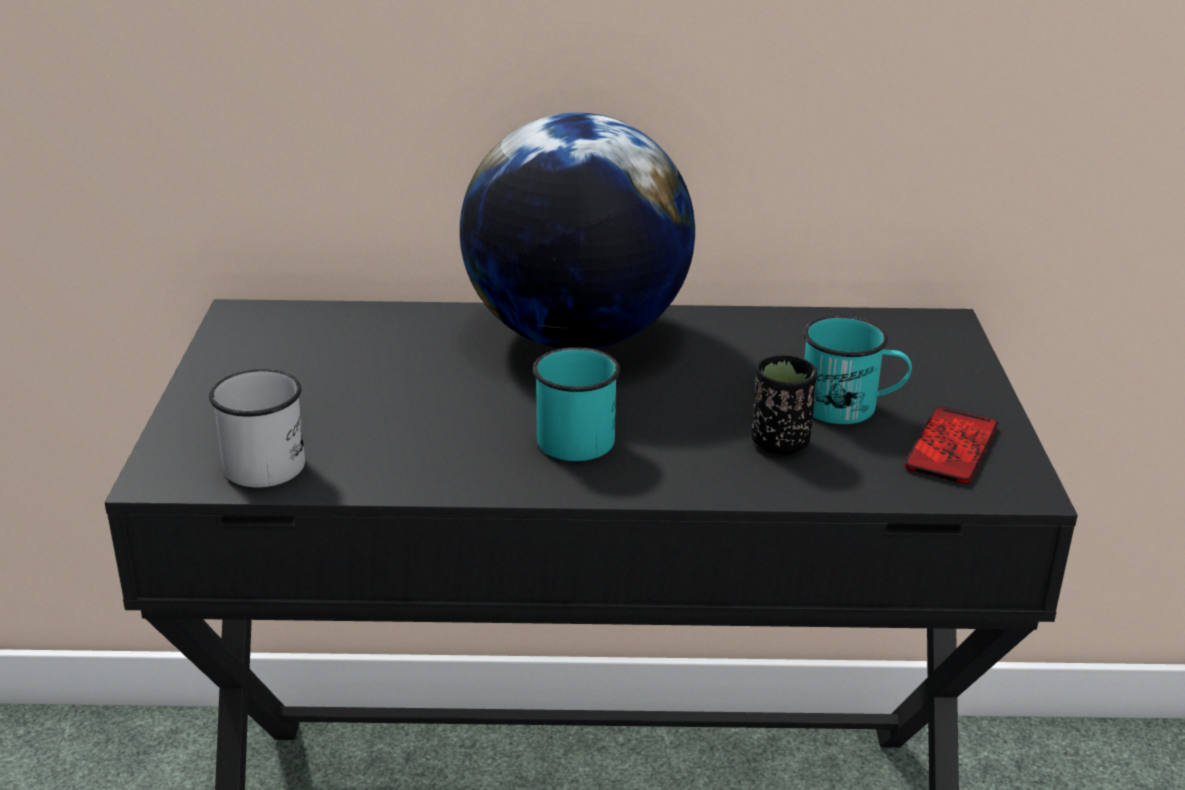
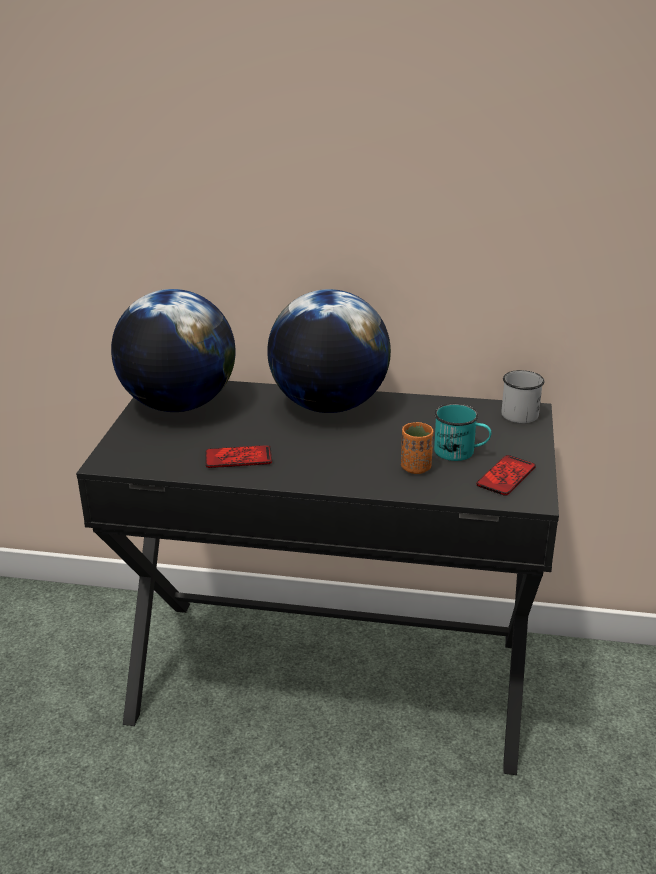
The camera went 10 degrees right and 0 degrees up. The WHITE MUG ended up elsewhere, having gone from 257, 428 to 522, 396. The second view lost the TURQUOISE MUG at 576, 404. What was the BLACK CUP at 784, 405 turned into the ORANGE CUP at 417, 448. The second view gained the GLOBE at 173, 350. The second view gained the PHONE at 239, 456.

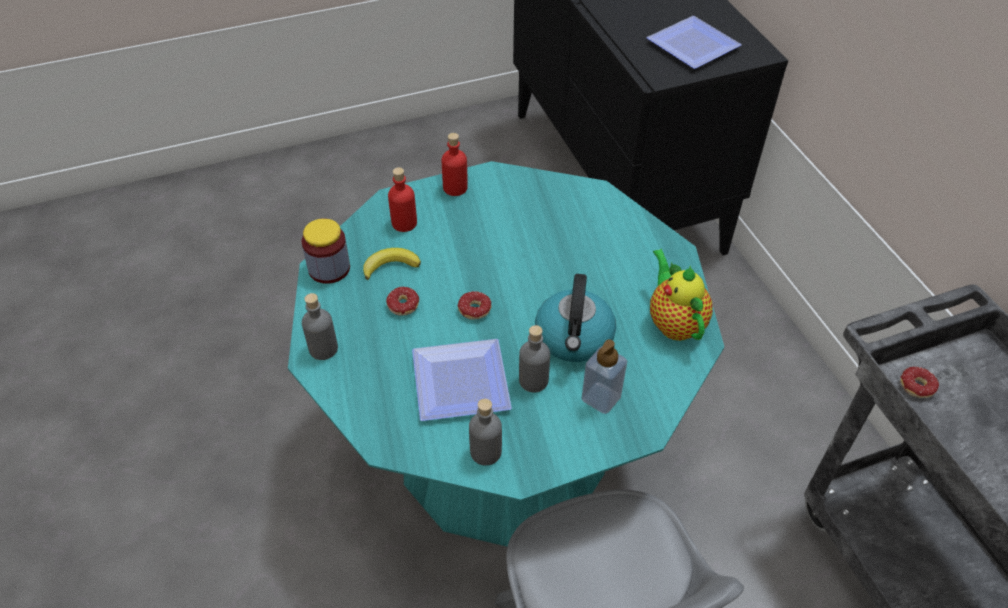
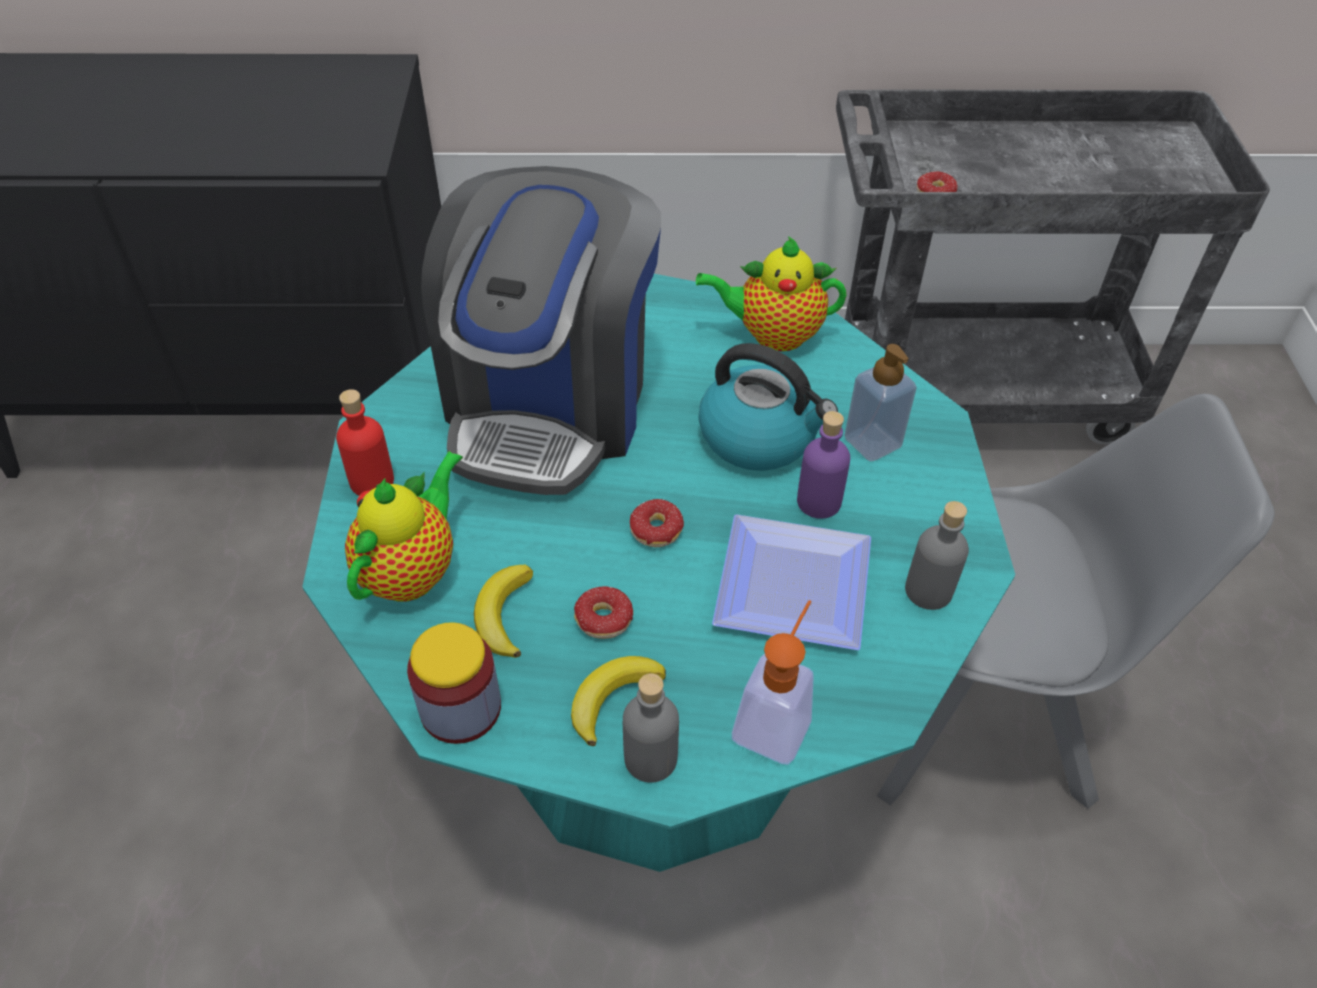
The camera went 70 degrees left and 0 degrees up. Where the RED BOTTLE stood at 402, 199, the TEAPOT came to stand at 404, 526. What was the GREY BOTTLE at 534, 358 turned into the PURPLE BOTTLE at 823, 465. The second view lost the PLATE at 694, 42. The second view gained the COFFEE MACHINE at 541, 330. The second view gained the BANANA at 618, 701. The second view gained the SOAP DISPENSER at 772, 682.

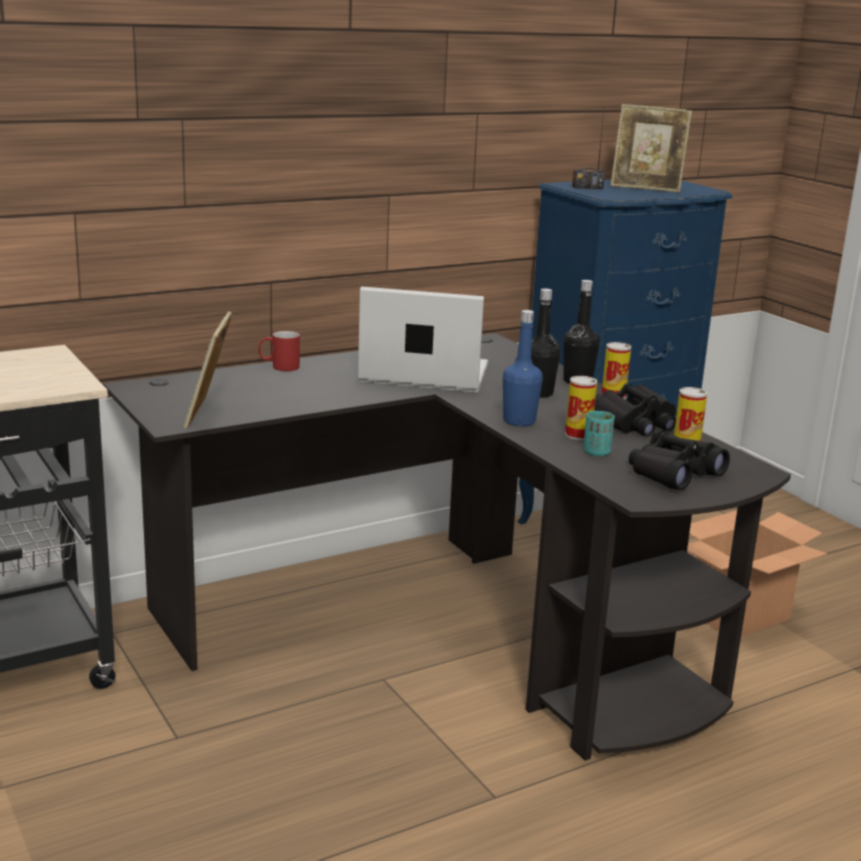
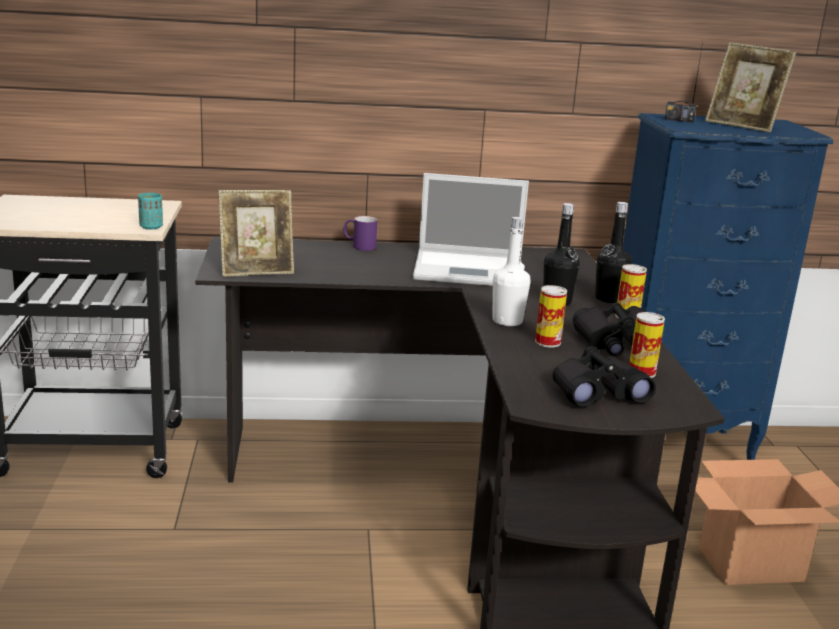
The camera went 25 degrees right and 0 degrees up. The PICTURE FRAME at 208, 370 ended up facing another way, 135 degrees counterclockwise from before. What was the RED MUG at 279, 351 turned into the PURPLE MUG at 360, 233. The LAPTOP at 423, 340 ended up facing another way, 150 degrees clockwise from before. What was the BLUE BOTTLE at 523, 368 turned into the WHITE BOTTLE at 511, 271. The TURQUOISE CUP ended up elsewhere, having gone from 599, 433 to 150, 211.

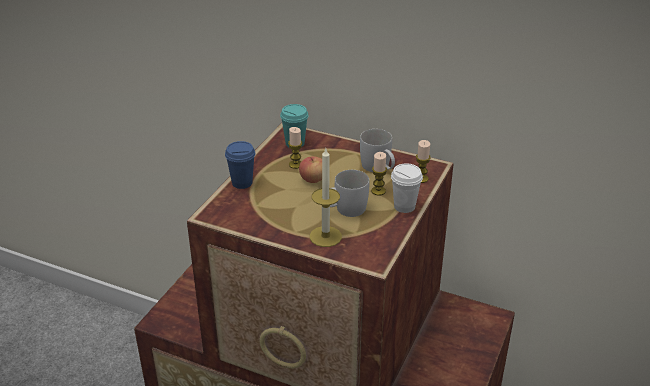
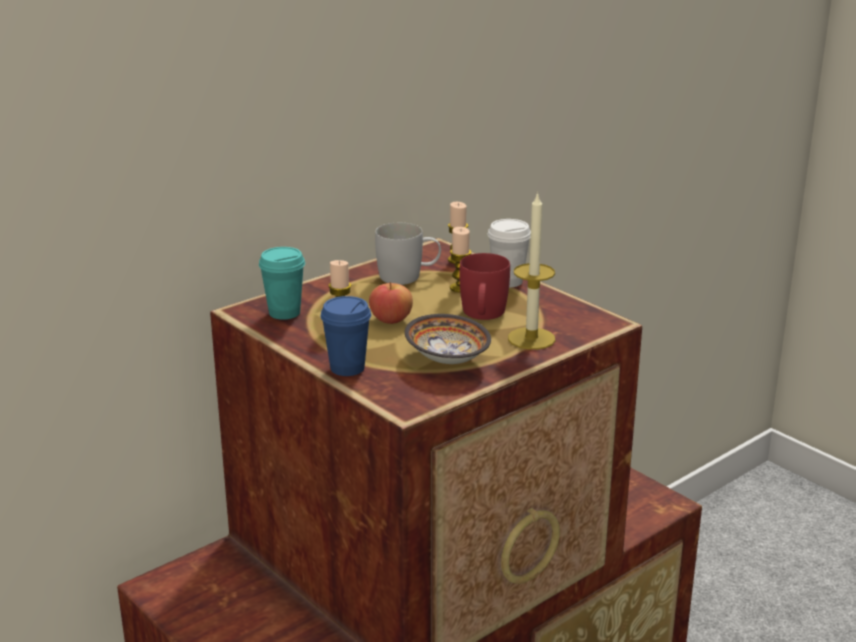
The camera went 65 degrees left and 10 degrees down. What was the WHITE MUG at 349, 193 turned into the RED MUG at 484, 286. The second view gained the BOWL at 448, 339.

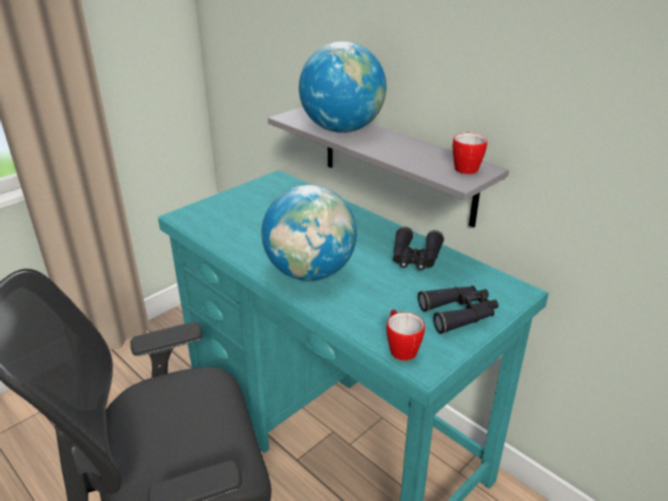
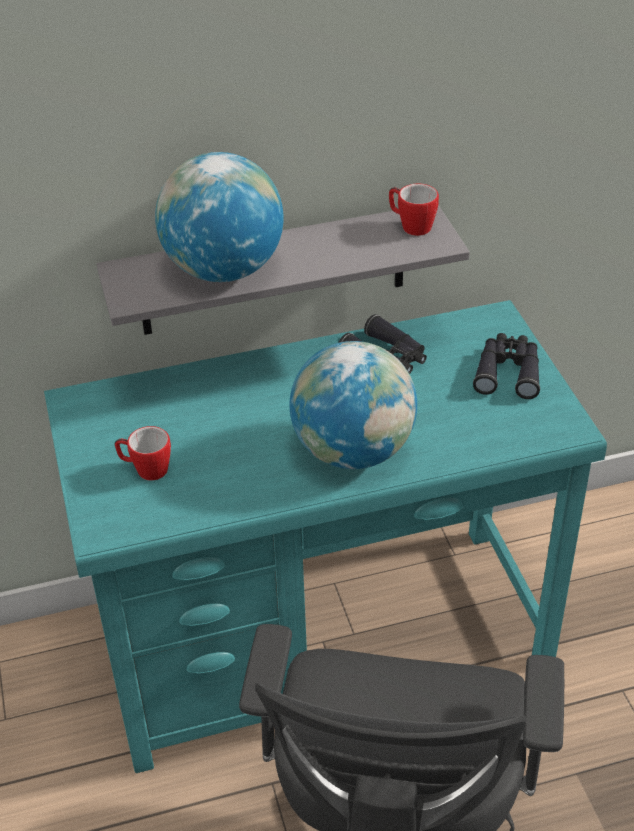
The camera went 60 degrees left and 10 degrees up. The MUG ended up elsewhere, having gone from 405, 335 to 143, 453.

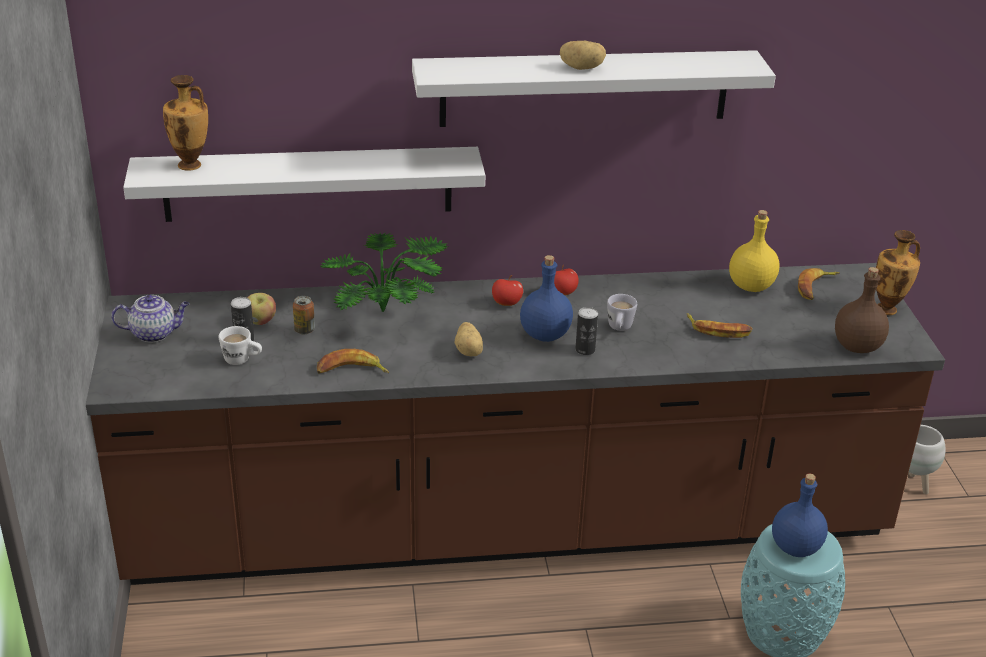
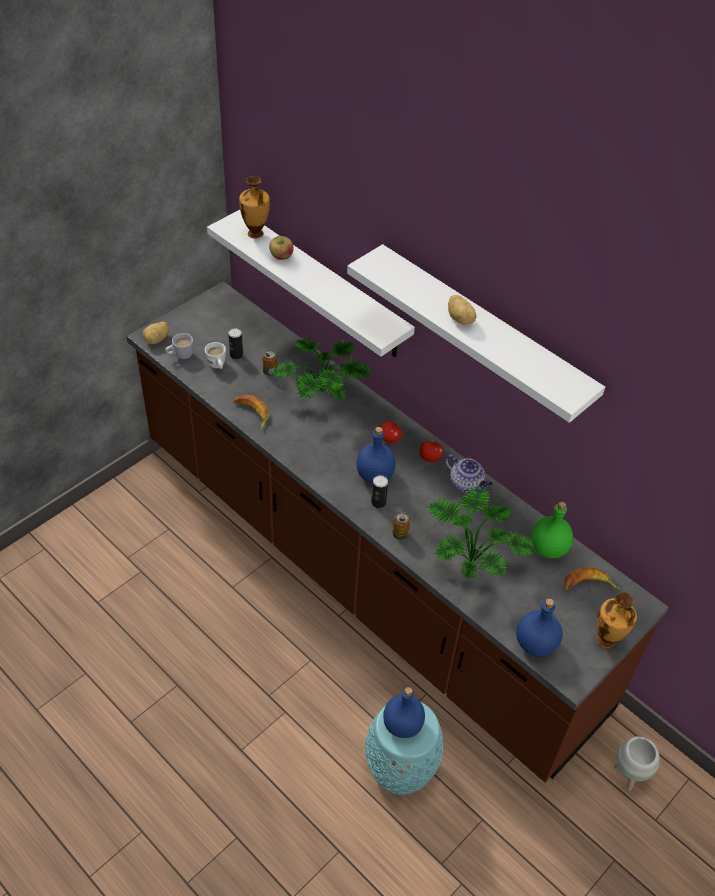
The camera went 50 degrees right and 15 degrees up. The TEAPOT ended up elsewhere, having gone from 150, 318 to 469, 474. The APPLE ended up elsewhere, having gone from 261, 309 to 281, 248. The POTATO ended up elsewhere, having gone from 469, 339 to 156, 333. The WHITE MUG ended up elsewhere, having gone from 622, 312 to 179, 346. Where the BANANA stood at 719, 325, the POTTED PLANT came to stand at 481, 533. What was the YELLOW BOTTLE at 754, 251 turned into the GREEN BOTTLE at 552, 529. What was the BROWN BOTTLE at 862, 310 turned into the BLUE BOTTLE at 539, 627. The second view gained the CAN at 401, 526.

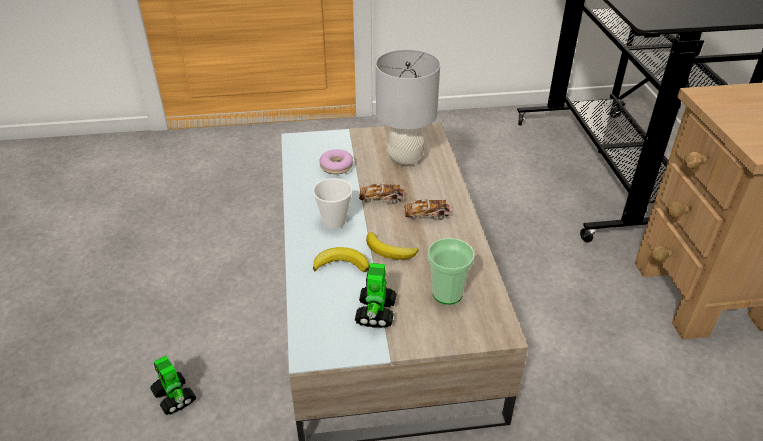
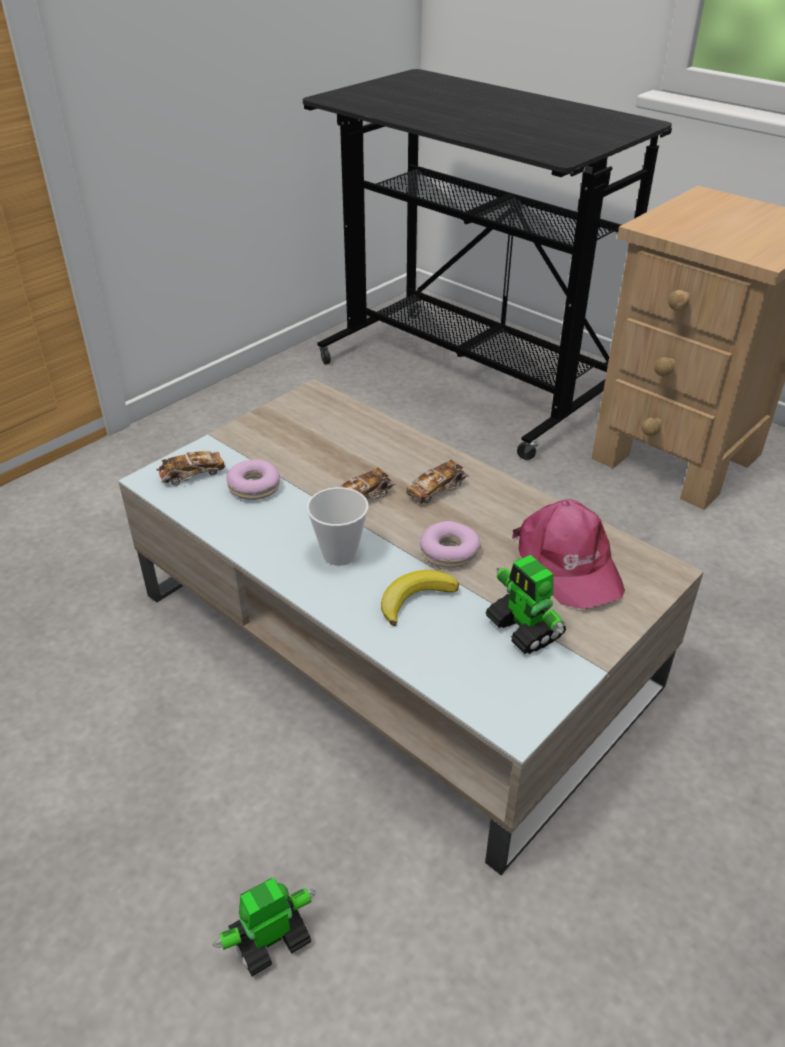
The camera went 40 degrees left and 0 degrees up. The TOY ROBOT at 173, 385 ended up facing another way, 135 degrees clockwise from before. Where the BANANA stood at 392, 246, the DONUT came to stand at 450, 544. The second view lost the GREY TABLE LAMP at 408, 107. Where the CUP stood at 451, 271, the PINK CAP came to stand at 568, 554. The second view gained the TOY CAR at 190, 468.

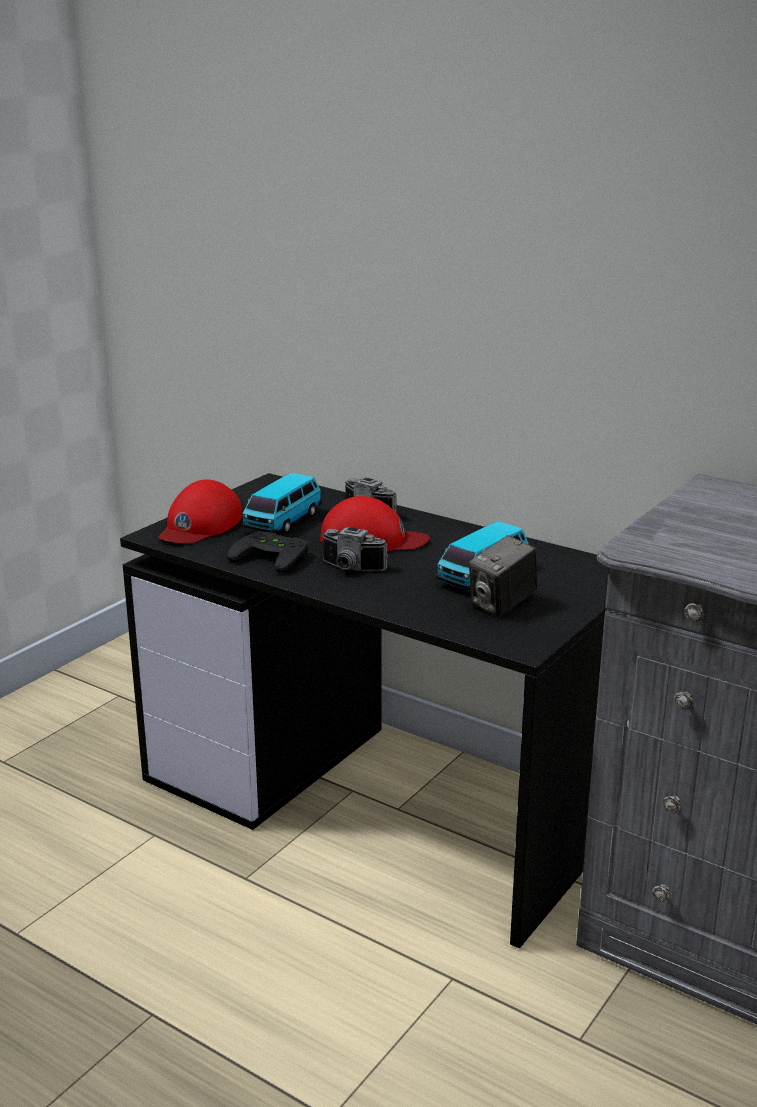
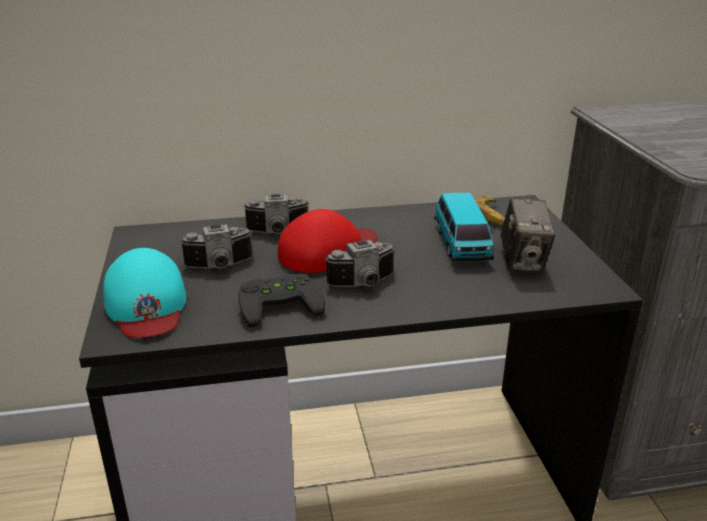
The camera went 45 degrees left and 5 degrees up. What was the RED CAP at 200, 511 turned into the TURQUOISE CAP at 144, 293. Where the TOY CAR stood at 281, 503, the PHOTO CAMERA came to stand at 216, 246. The second view gained the BANANA at 489, 210.

